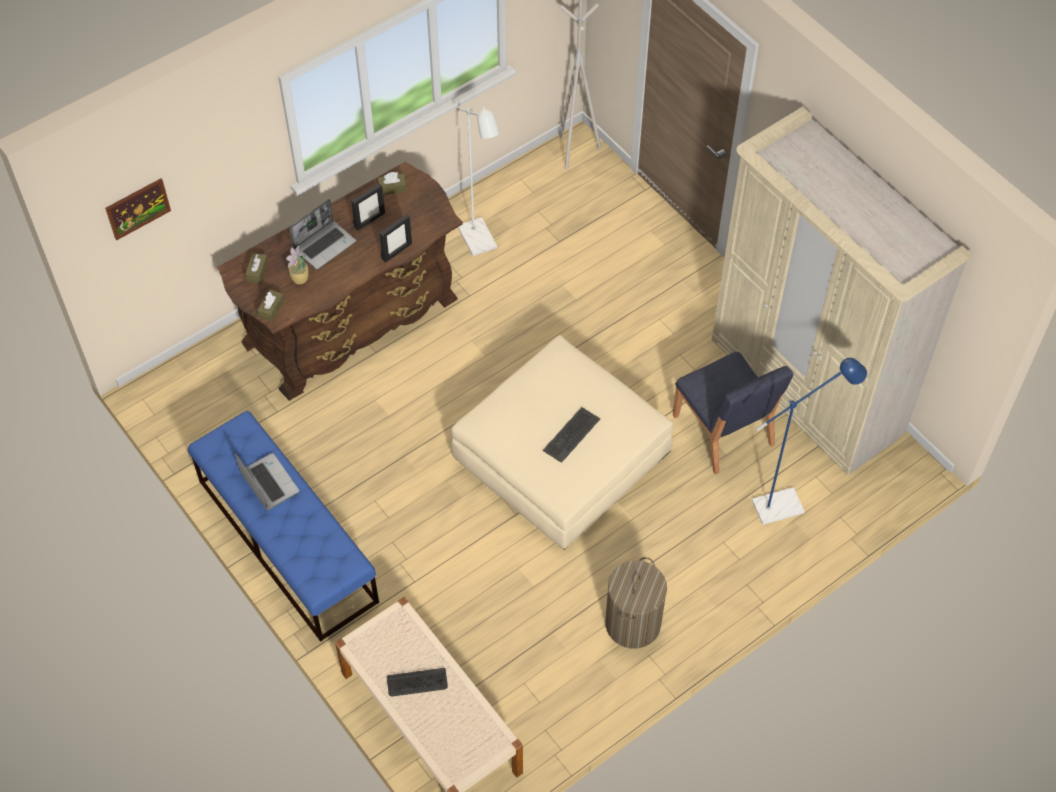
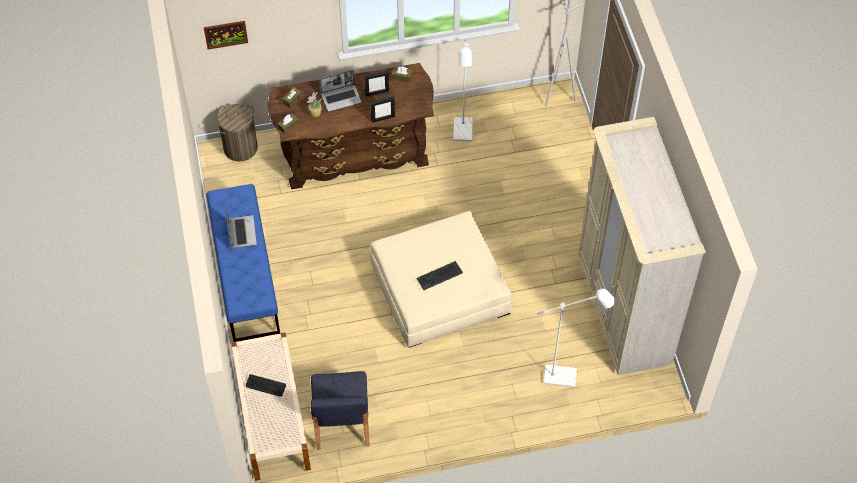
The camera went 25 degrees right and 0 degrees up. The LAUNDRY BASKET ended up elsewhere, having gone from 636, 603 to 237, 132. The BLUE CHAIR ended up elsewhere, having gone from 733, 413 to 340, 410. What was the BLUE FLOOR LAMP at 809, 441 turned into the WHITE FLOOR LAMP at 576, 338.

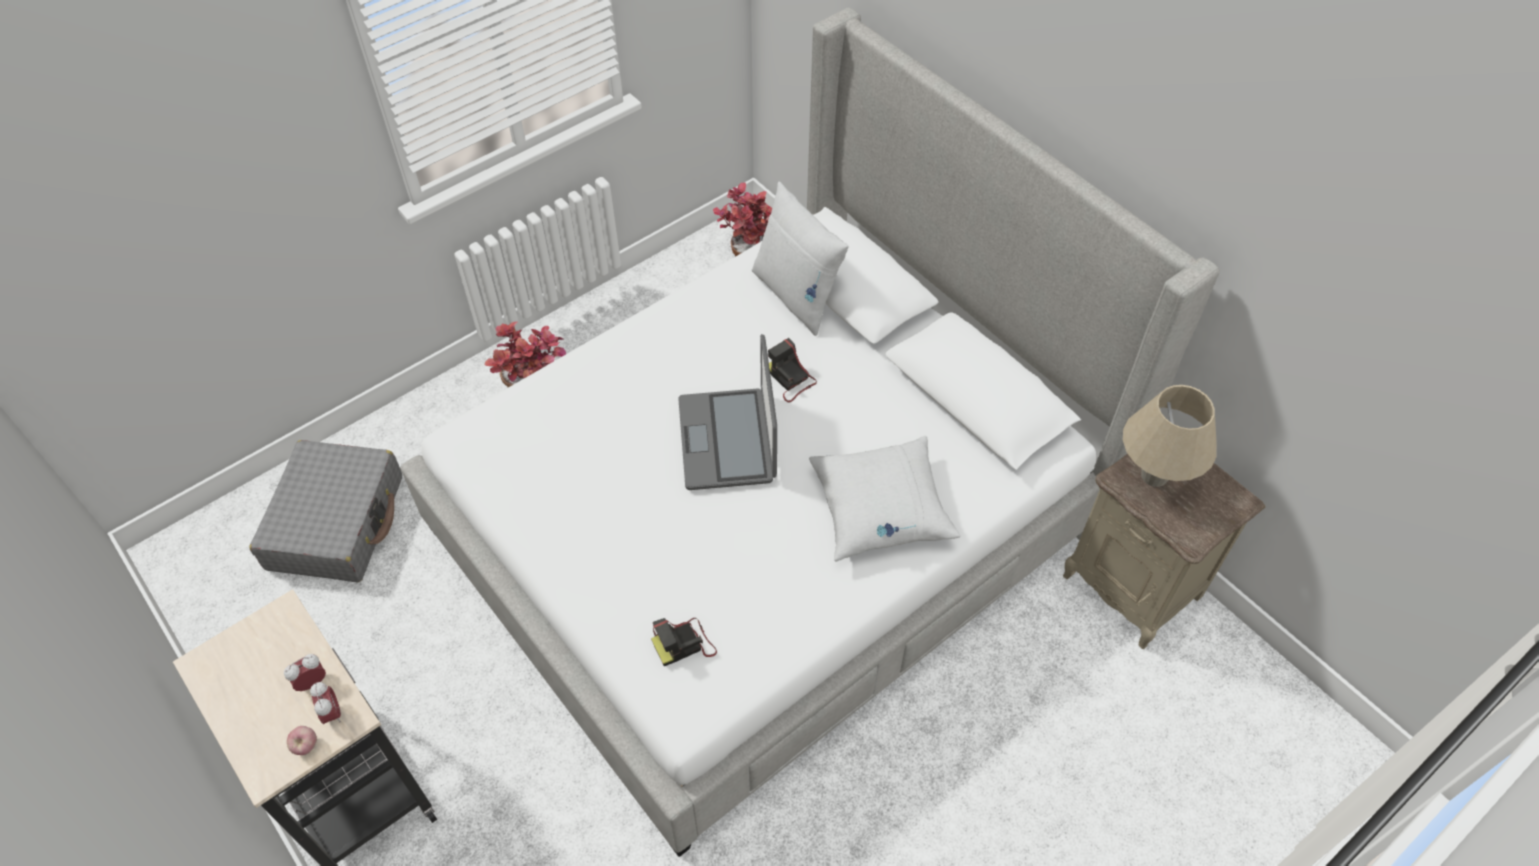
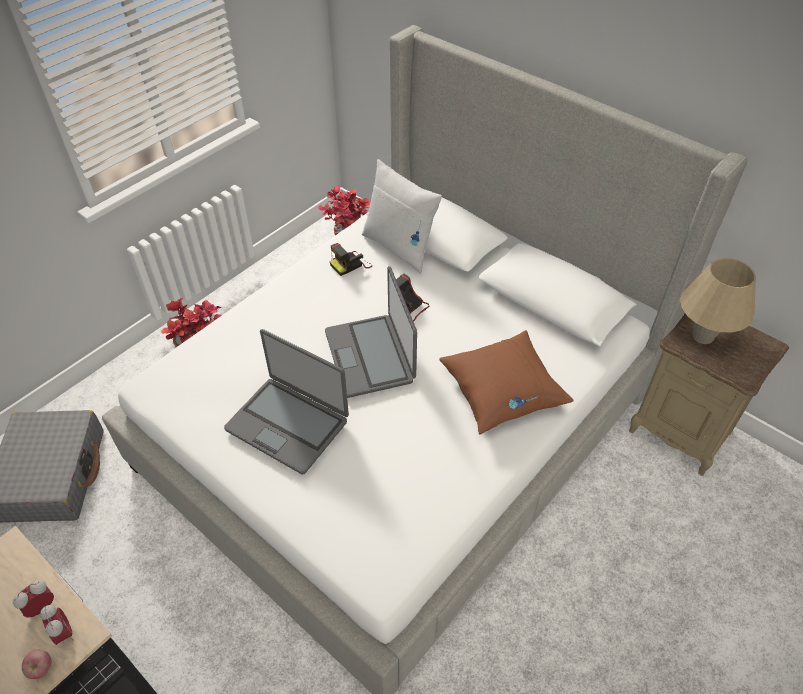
The camera went 10 degrees left and 5 degrees down. The PHOTO CAMERA ended up elsewhere, having gone from 684, 642 to 351, 259. What was the GREY PILLOW at 884, 499 turned into the BROWN PILLOW at 506, 382. The second view gained the LAPTOP at 286, 402.

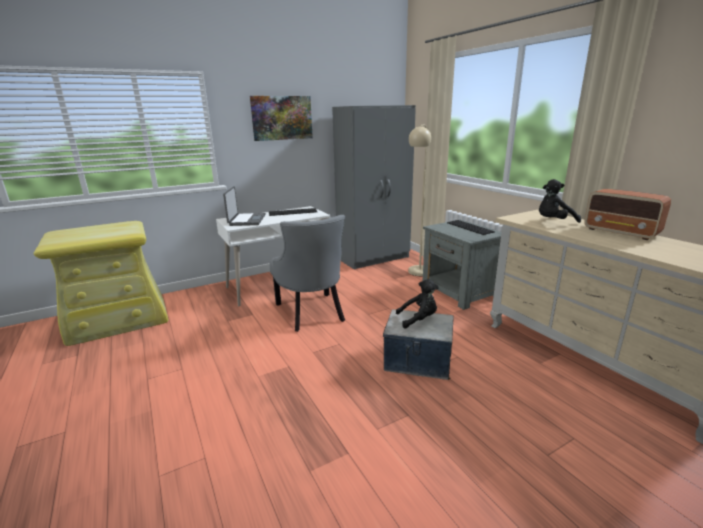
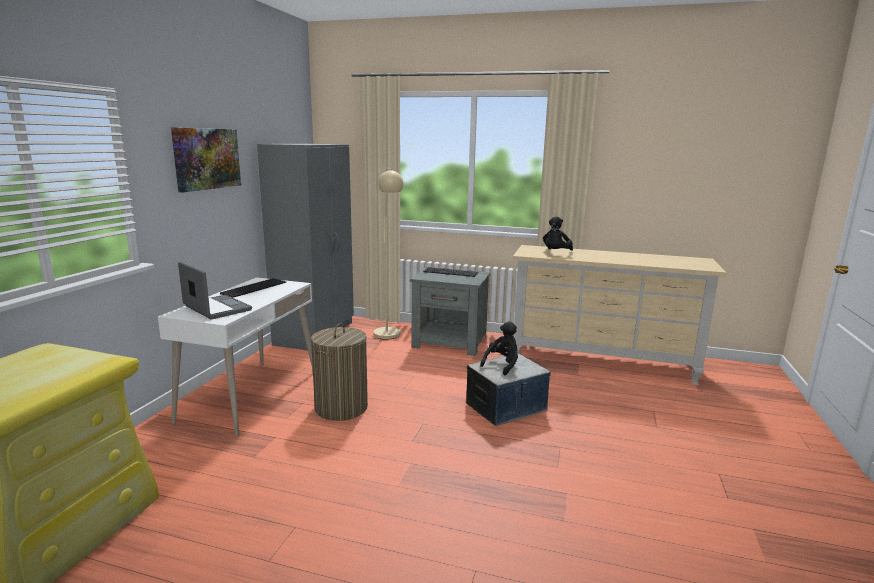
The camera went 45 degrees left and 5 degrees down. Where the GREY CHAIR stood at 307, 273, the LAUNDRY BASKET came to stand at 339, 372. The second view lost the RADIO at 627, 214.

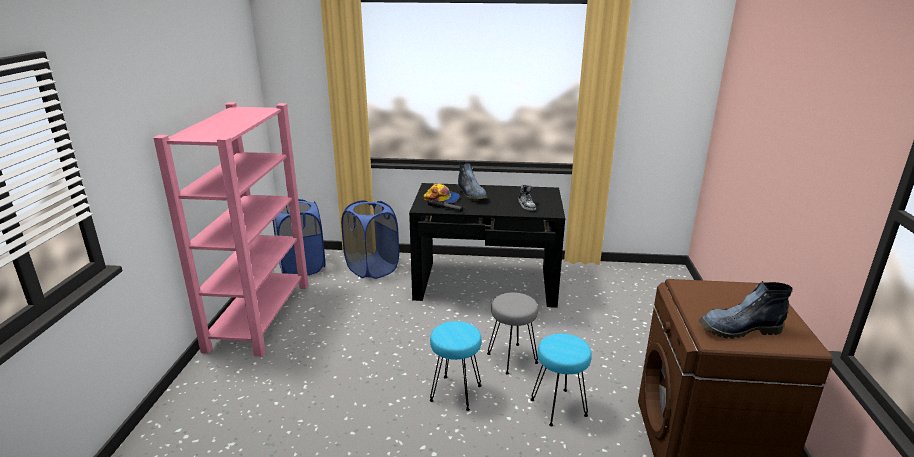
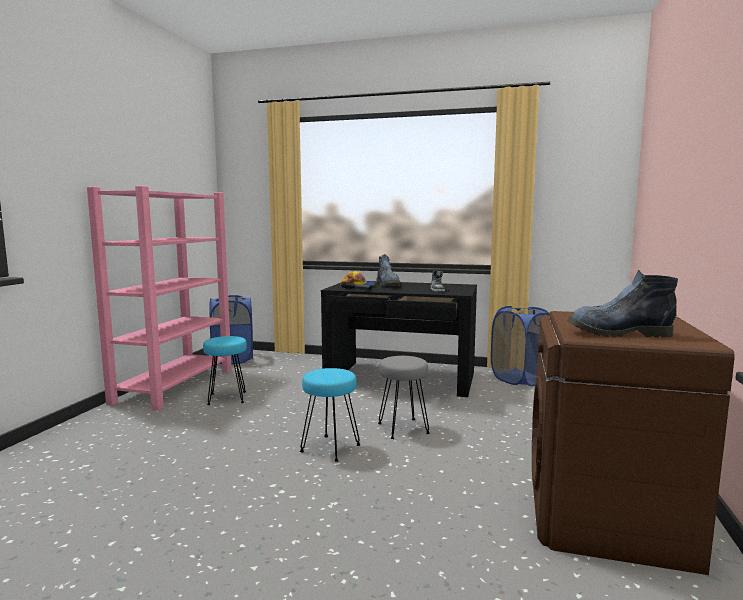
The camera went 10 degrees right and 15 degrees down. The BLUE LAUNDRY BASKET ended up elsewhere, having gone from 370, 239 to 520, 346. The TURQUOISE STOOL ended up elsewhere, having gone from 561, 380 to 225, 370.

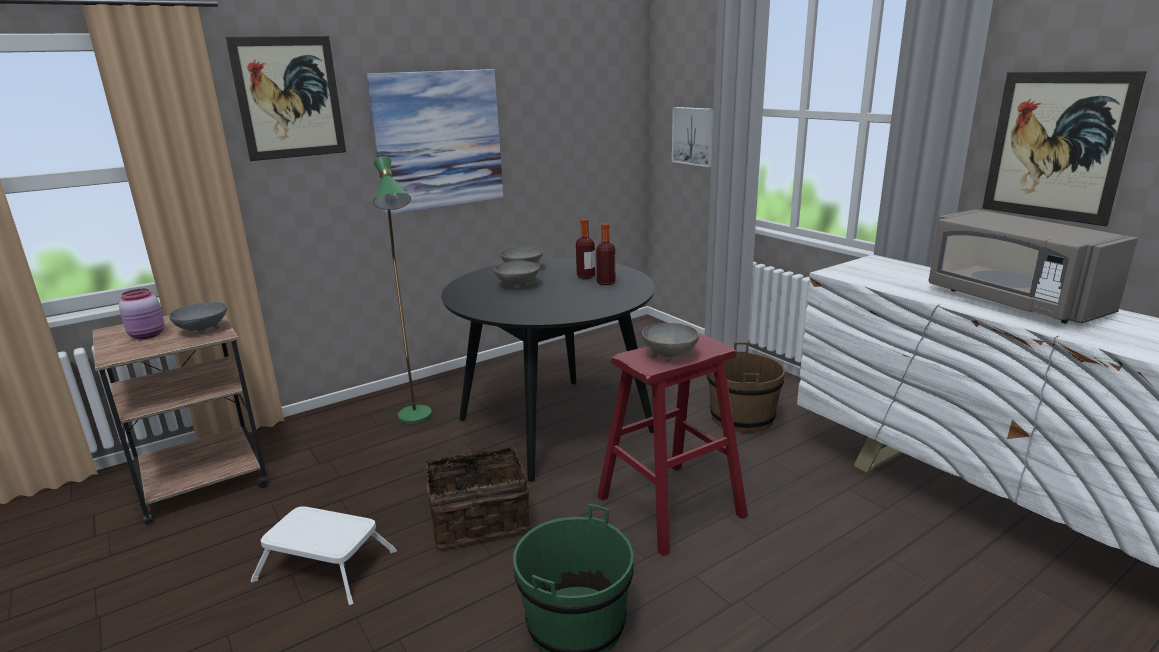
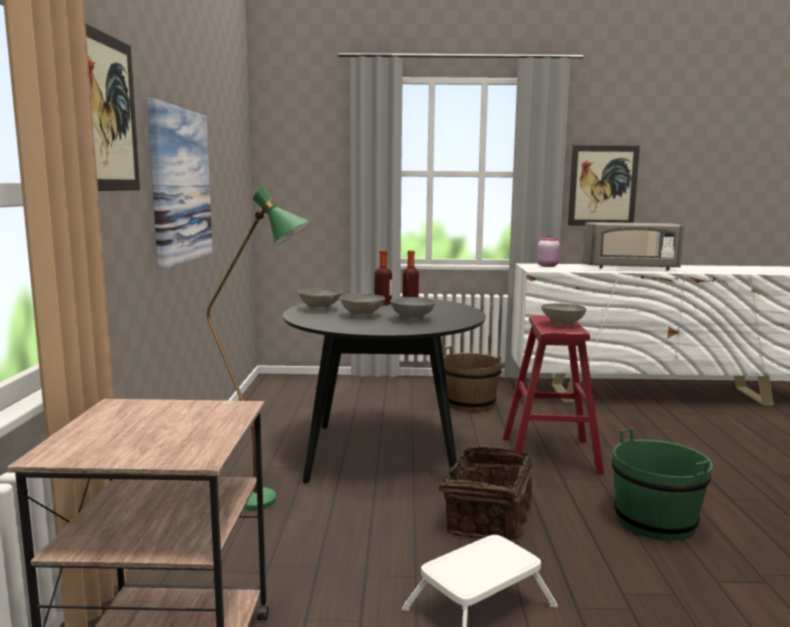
The camera went 55 degrees left and 10 degrees down. The PINK JAR ended up elsewhere, having gone from 142, 314 to 548, 252. The GREY BOWL ended up elsewhere, having gone from 198, 318 to 413, 309. The second view lost the PICTURE at 692, 137.

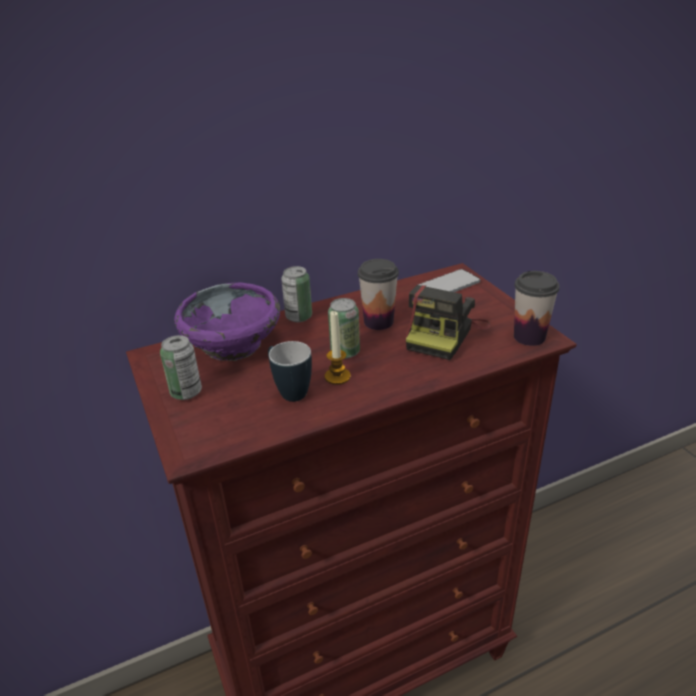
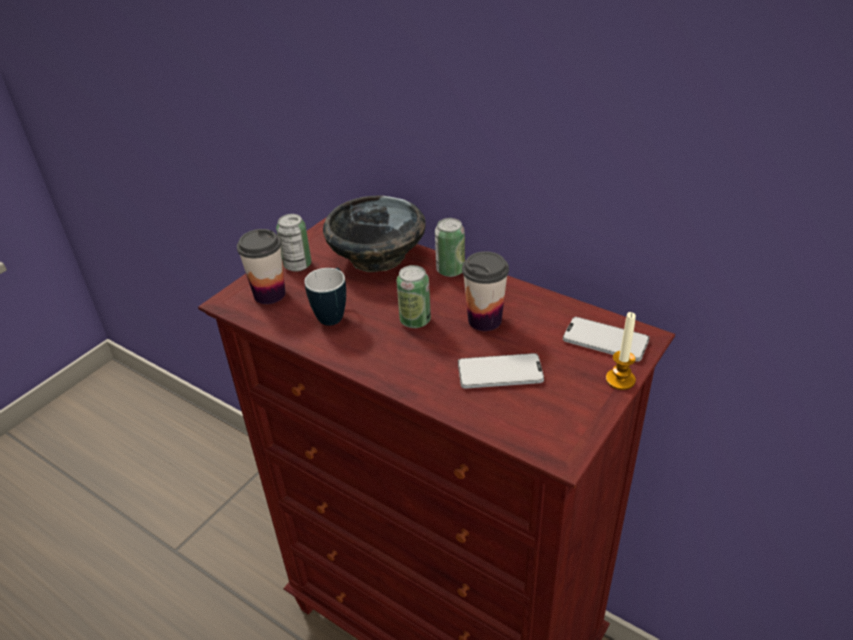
The camera went 60 degrees right and 5 degrees up. What was the PURPLE BOWL at 227, 322 turned into the BLACK BOWL at 374, 233. The CANDLE ended up elsewhere, having gone from 338, 348 to 621, 351. Where the PHOTO CAMERA stood at 448, 322, the PHONE came to stand at 501, 371. The CUP ended up elsewhere, having gone from 537, 308 to 261, 266.

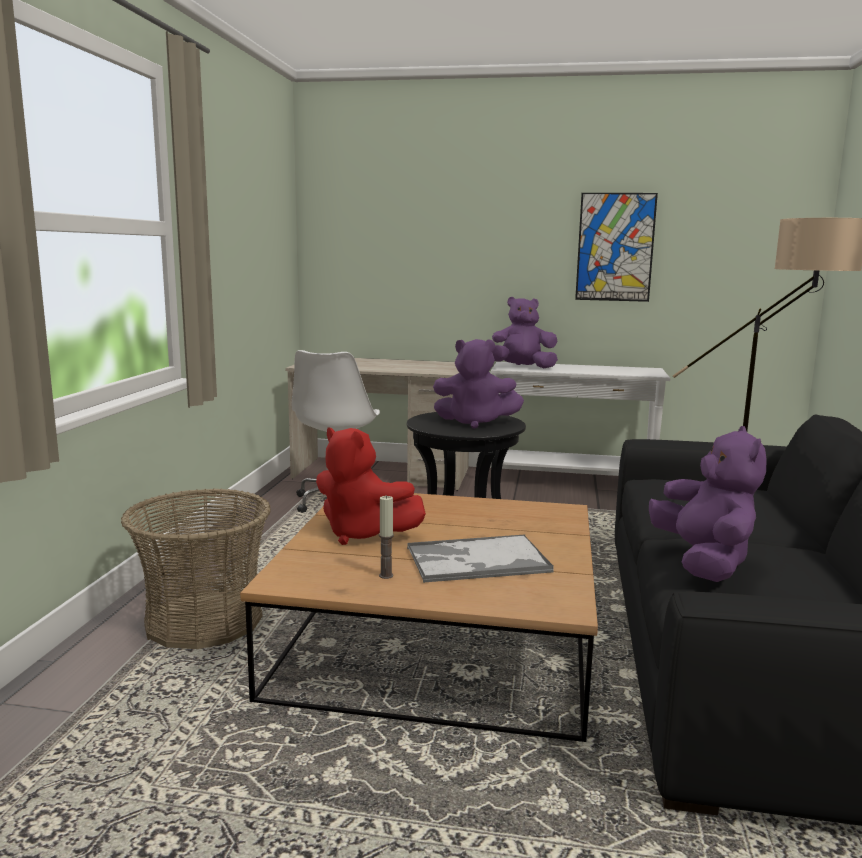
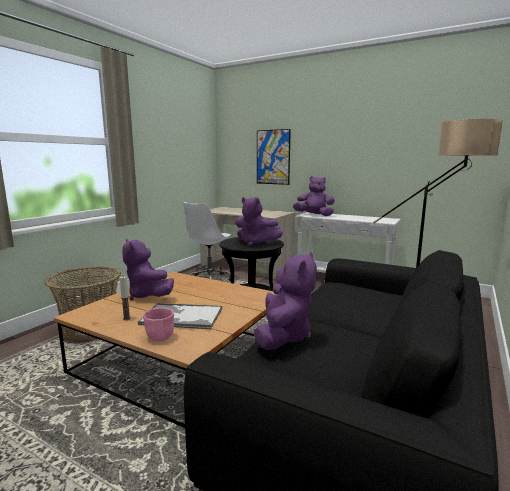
The camera went 20 degrees right and 0 degrees up. What was the RED PLUSH TOY at 371, 486 turned into the PURPLE PLUSH TOY at 148, 269. The PICTURE ended up elsewhere, having gone from 616, 247 to 274, 157. The second view gained the PINK BOWL at 158, 325.

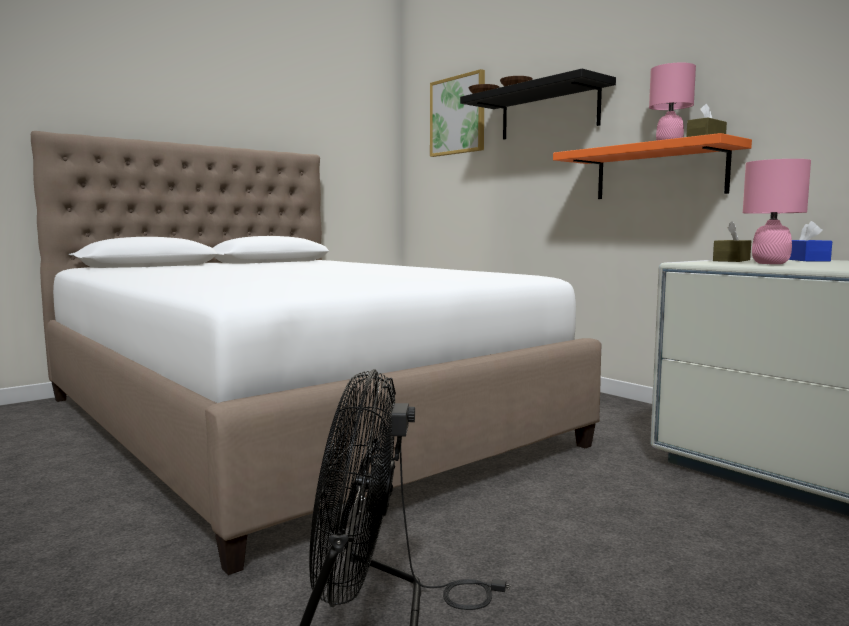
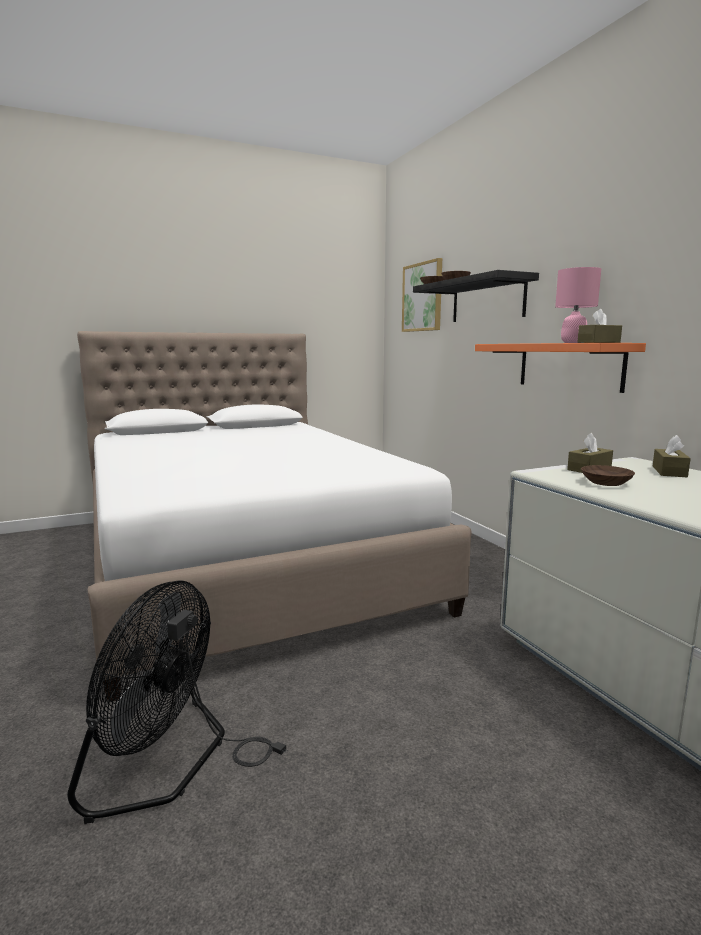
The camera went 15 degrees right and 5 degrees up. Where the PINK TABLE LAMP stood at 777, 211, the BROWN BOWL came to stand at 608, 475. What was the BLUE TISSUE BOX at 810, 241 turned into the BROWN TISSUE BOX at 672, 456.

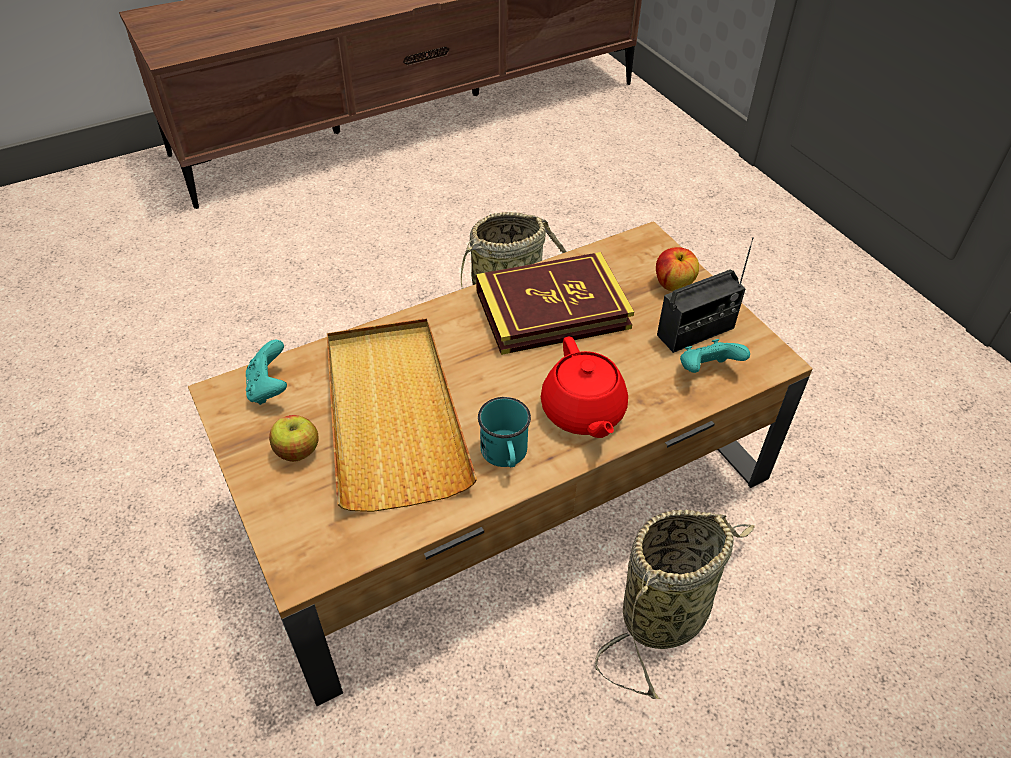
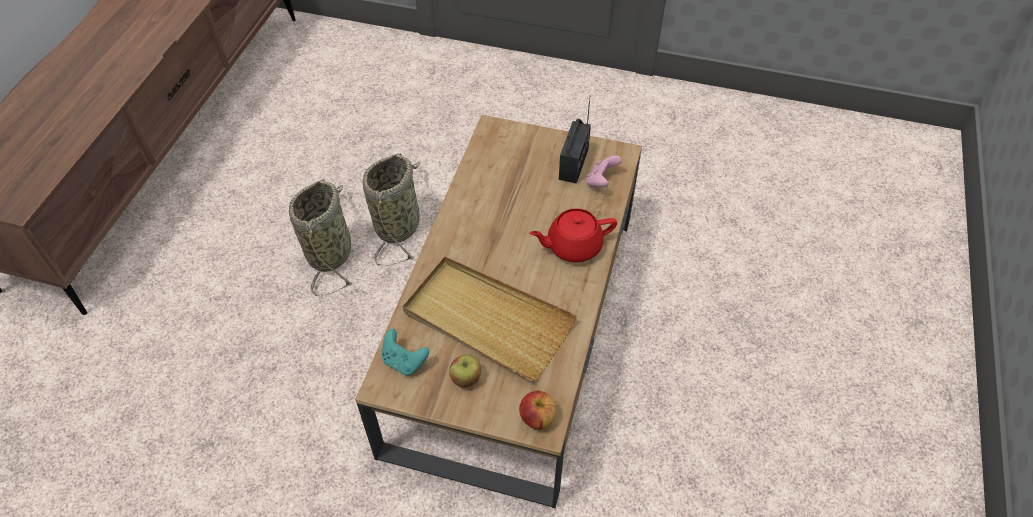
The camera went 45 degrees left and 5 degrees up. The second view lost the BOOK at 555, 303. The second view lost the TURQUOISE MUG at 504, 432. The RED TEAPOT at 584, 387 ended up facing another way, 135 degrees clockwise from before. The BASKET ended up elsewhere, having gone from 674, 604 to 321, 237. The APPLE ended up elsewhere, having gone from 677, 269 to 537, 410. What was the TURQUOISE GAME CONTROLLER at 715, 356 turned into the PINK GAME CONTROLLER at 604, 172.

